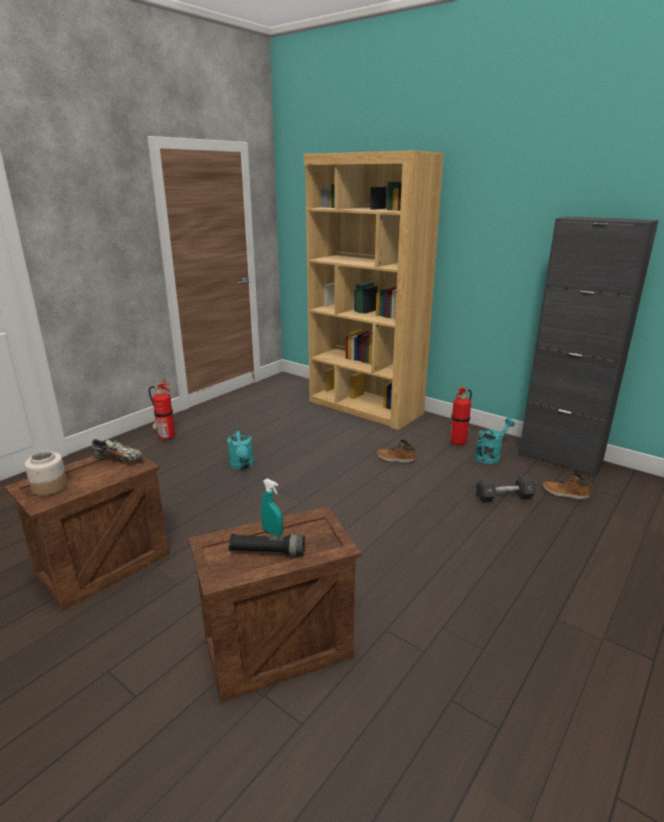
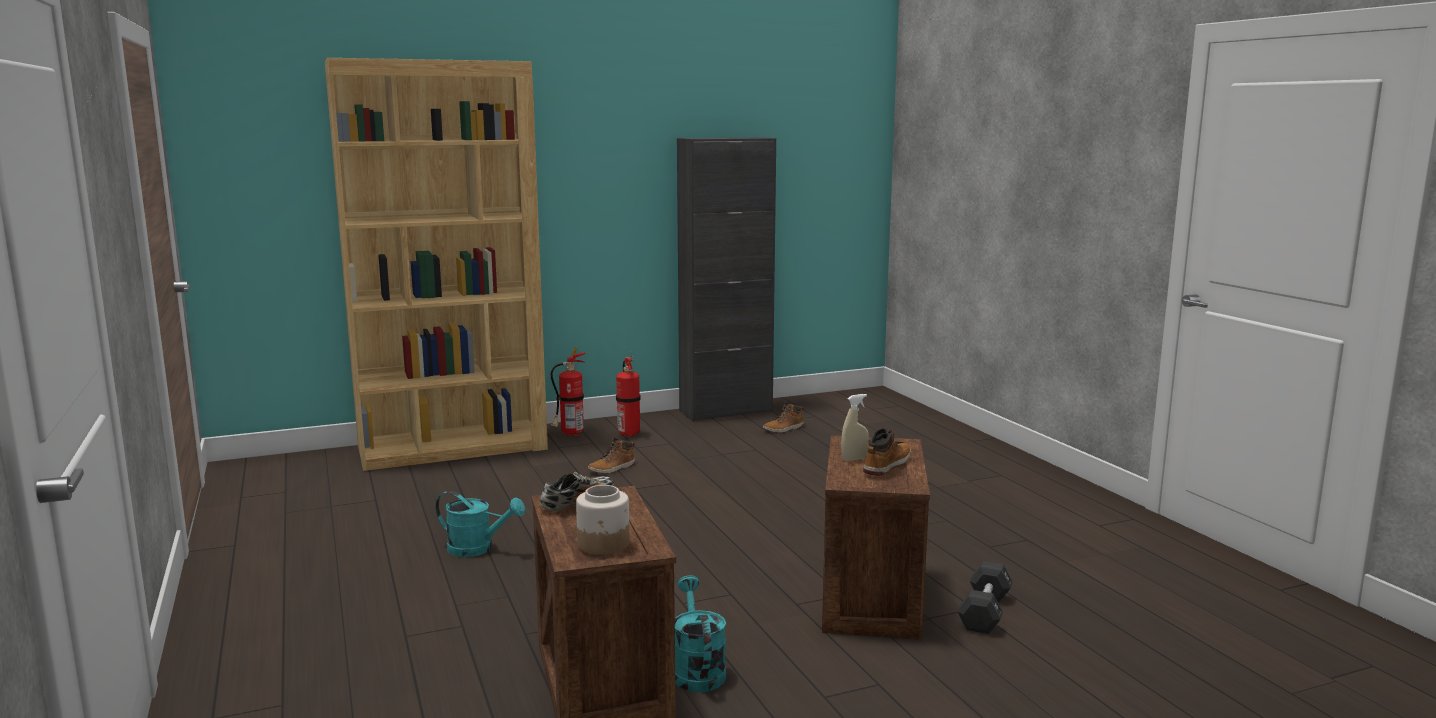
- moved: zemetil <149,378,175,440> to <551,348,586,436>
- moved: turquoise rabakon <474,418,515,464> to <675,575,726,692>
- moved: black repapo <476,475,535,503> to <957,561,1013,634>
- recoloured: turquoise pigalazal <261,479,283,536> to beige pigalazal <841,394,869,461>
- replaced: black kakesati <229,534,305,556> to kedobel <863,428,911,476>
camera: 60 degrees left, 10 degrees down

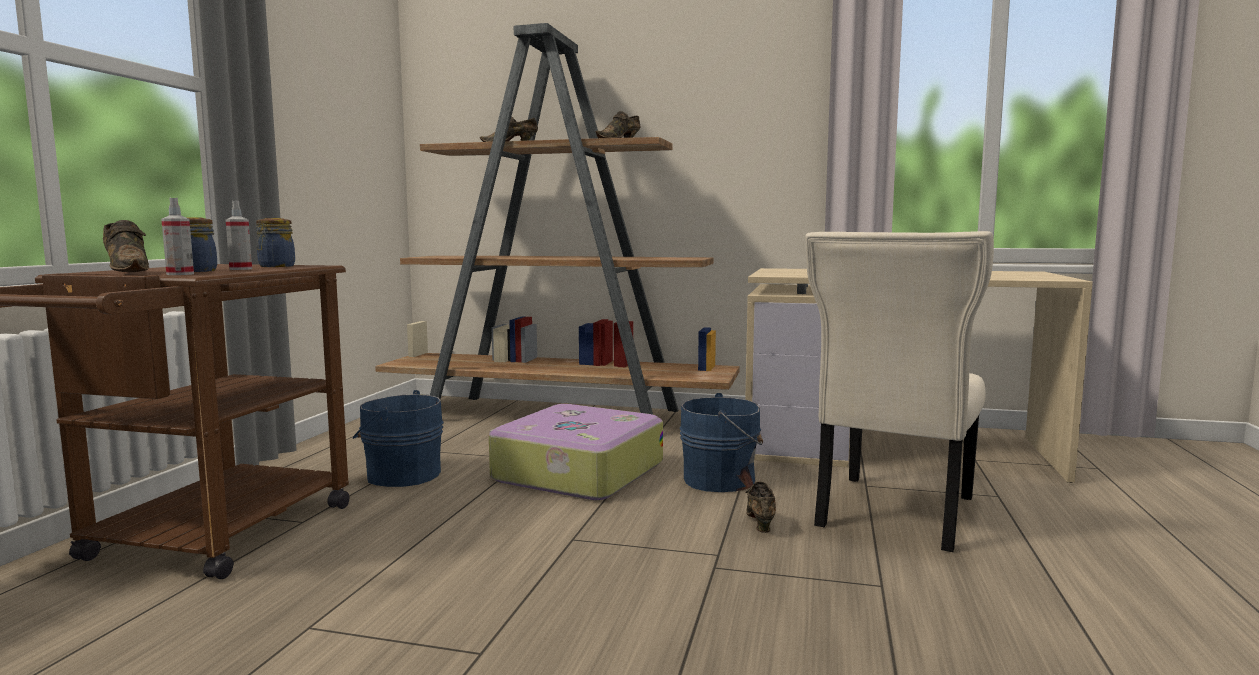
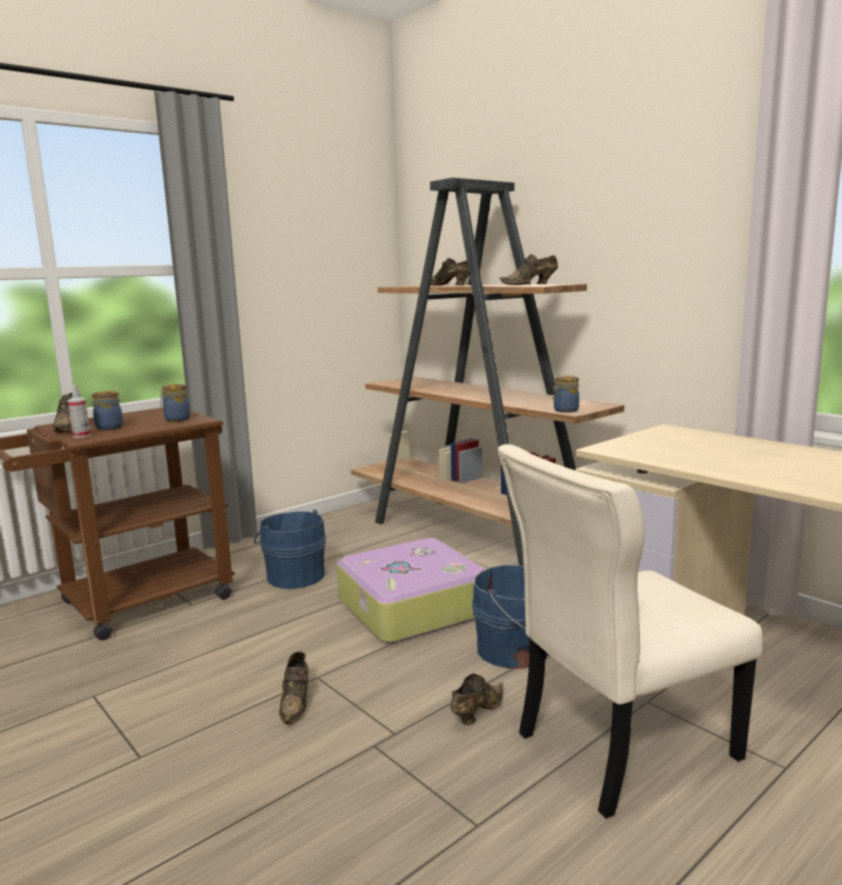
- removed: pigalazal <225,200,252,270>
- added: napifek <553,376,579,413>
- added: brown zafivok <279,651,309,724>
camera: 35 degrees right, 5 degrees up

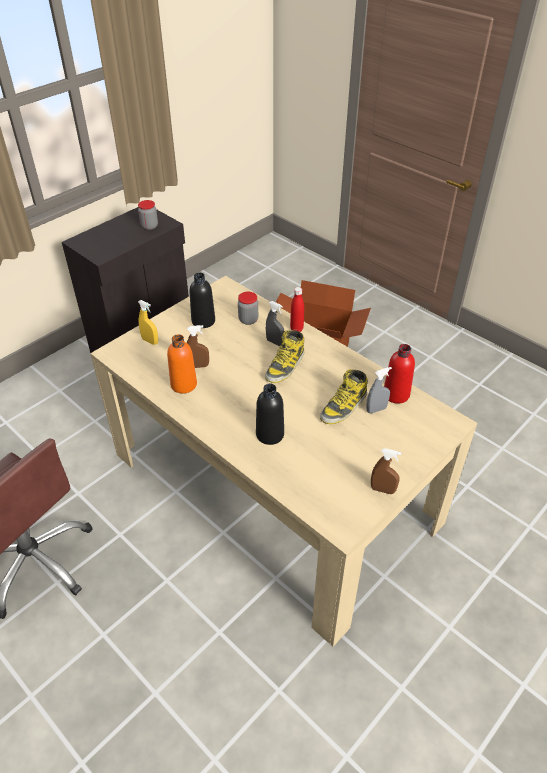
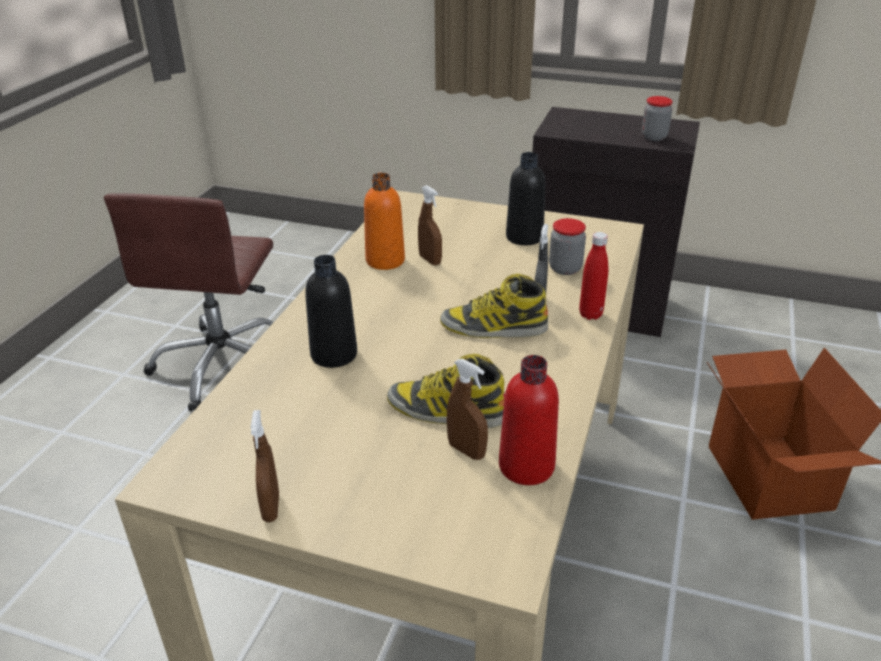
- removed: yellow pigalazal <138,300,158,345>
- recoloured: grey pigalazal <366,367,392,413> to brown pigalazal <447,359,488,460>
camera: 65 degrees right, 10 degrees down

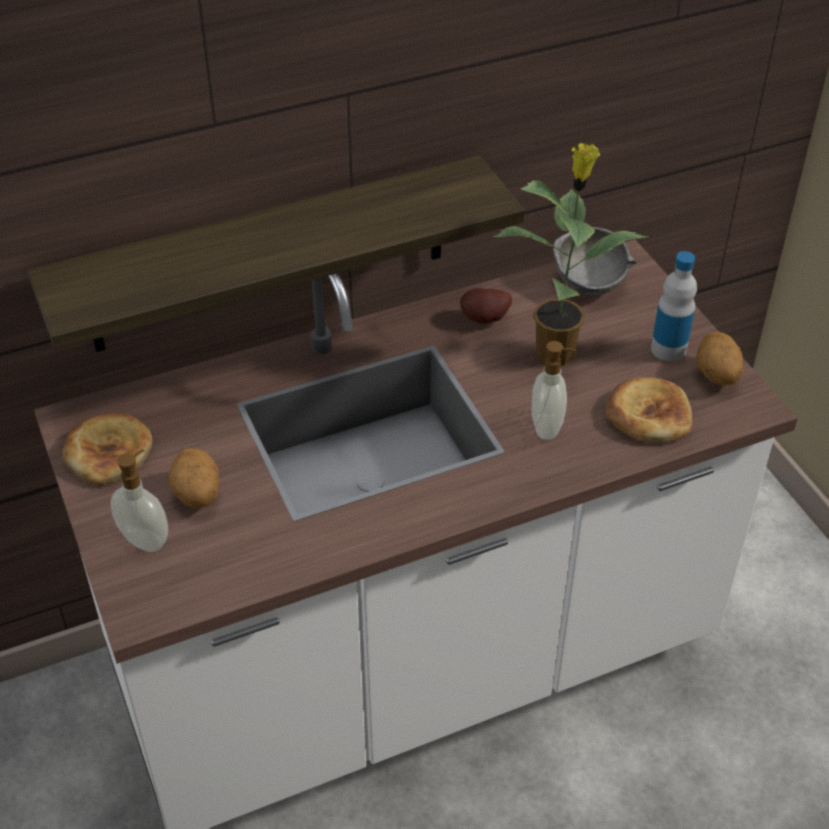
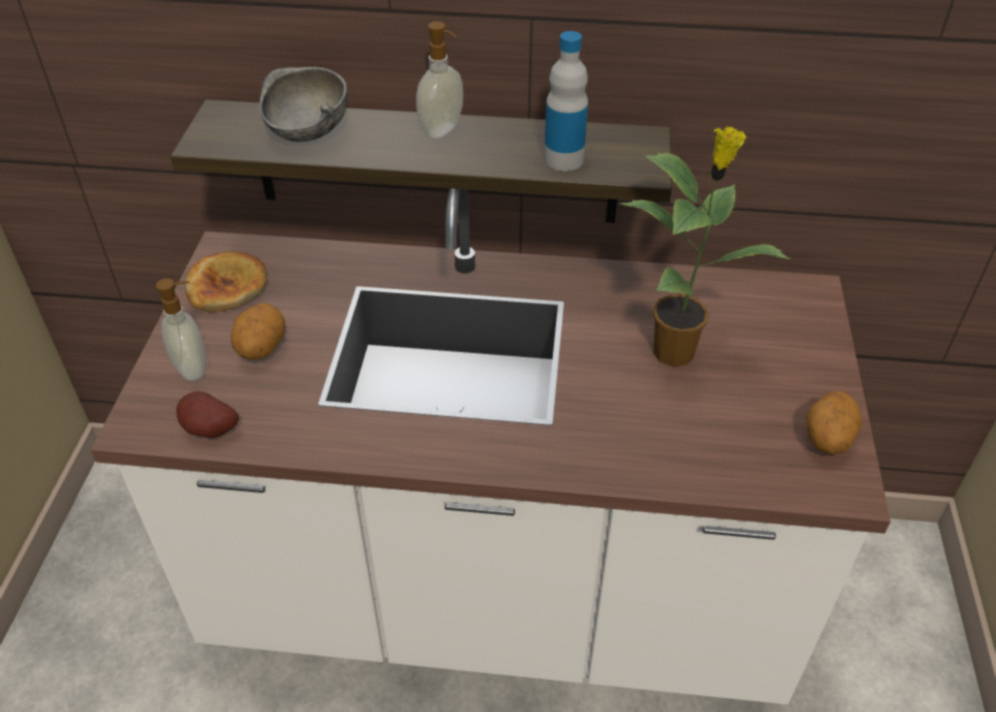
- moved: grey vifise <553,227,637,296> to <260,67,348,142>
- moved: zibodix <651,251,697,362> to <544,31,588,171>
- moved: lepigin <460,288,512,324> to <176,391,239,438>
- moved: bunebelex <532,341,576,440> to <416,22,463,139>
- removed: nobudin <606,377,692,443>
camera: 30 degrees right, 0 degrees up

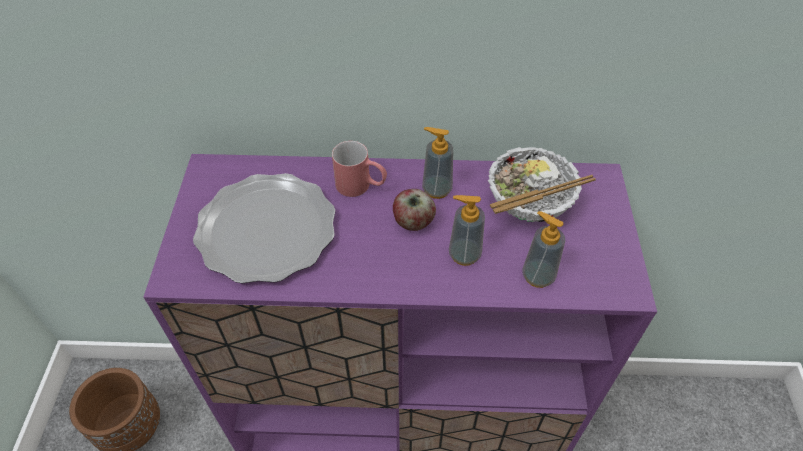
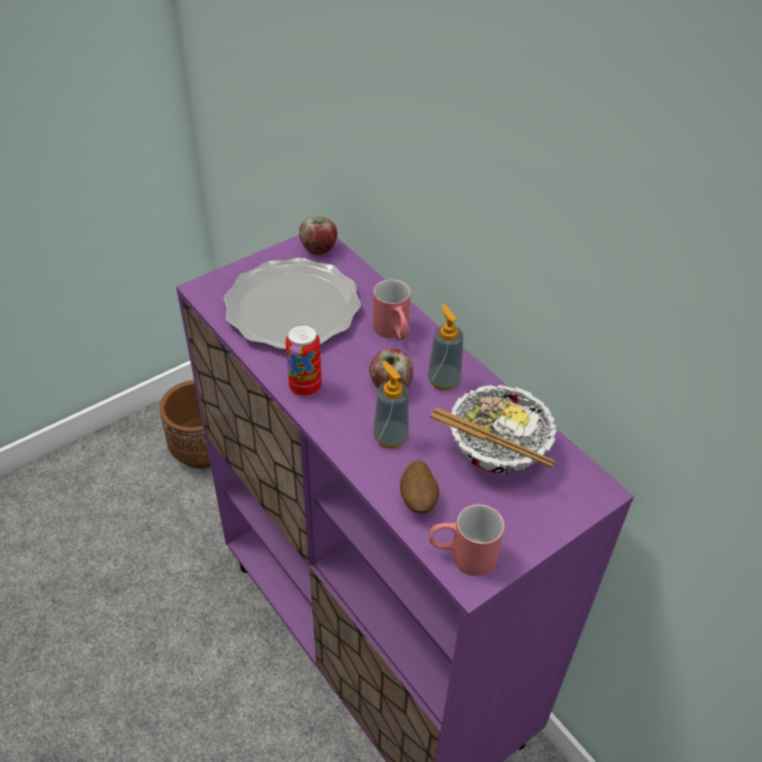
- replaced: bunebelex <522,211,565,288> to lepigin <400,460,439,514>
- added: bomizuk <299,217,337,255>
- added: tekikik <286,324,322,397>
- added: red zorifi <429,504,504,576>
camera: 50 degrees right, 5 degrees down

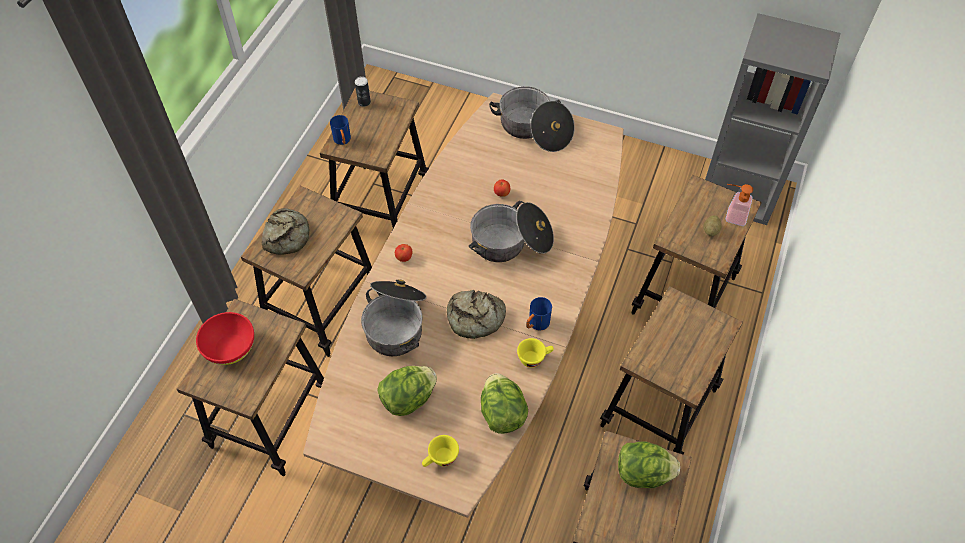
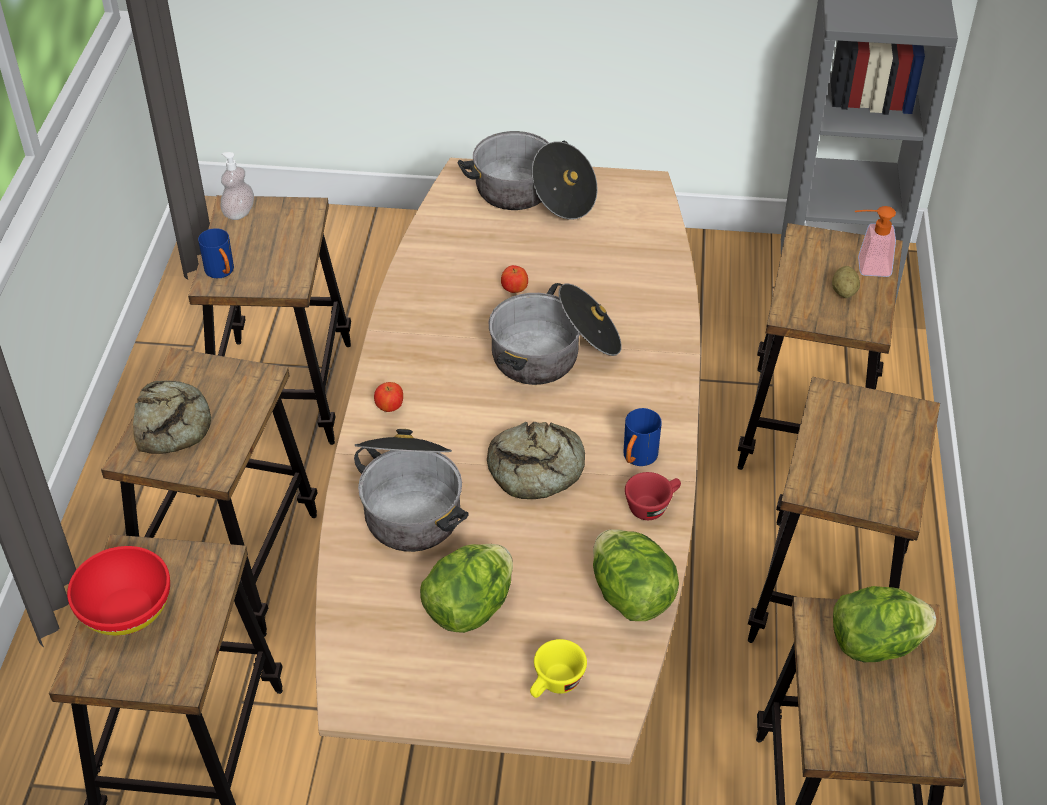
- replaced: tekikik <355,76,371,107> to bunebelex <221,152,254,220>
- recoloured: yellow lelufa <517,338,554,368> to red lelufa <625,472,681,520>
camera: 15 degrees left, 10 degrees down

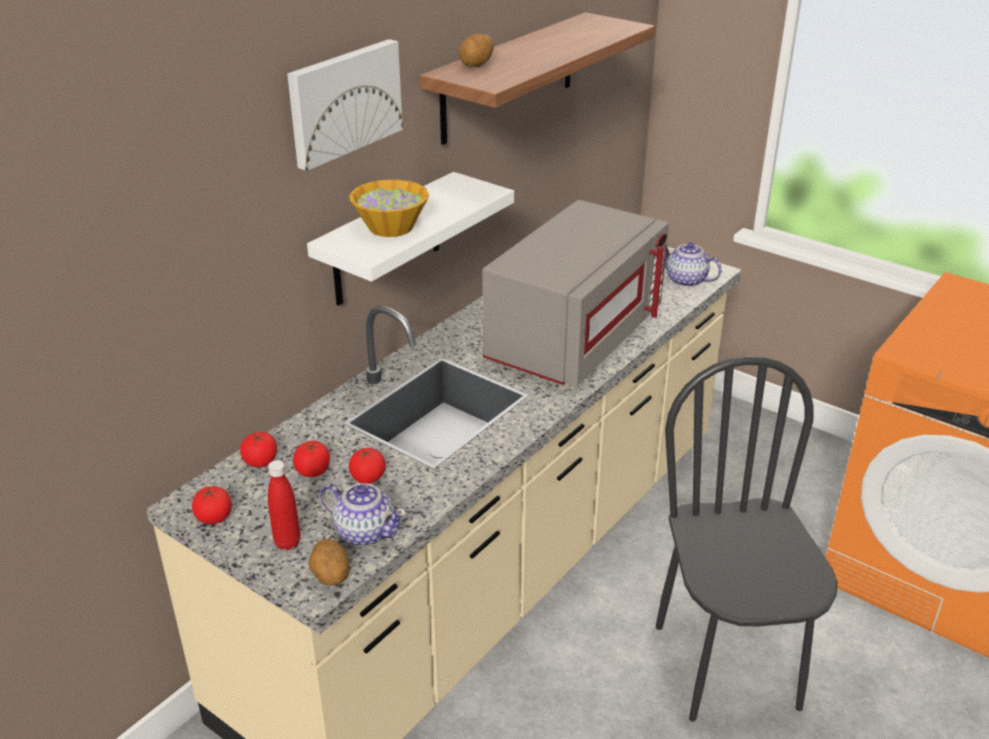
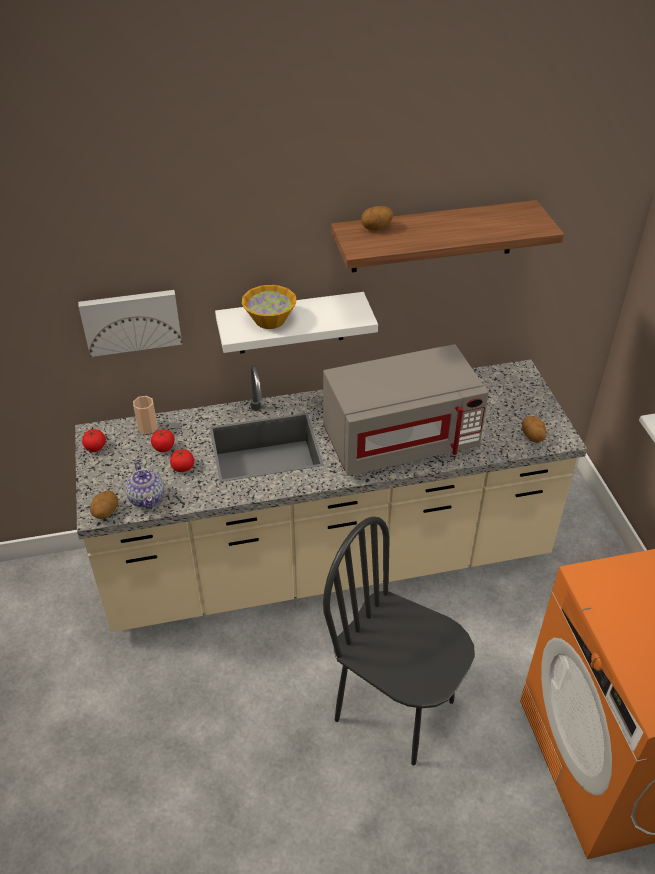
- moved: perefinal <287,39,403,171> to <78,290,182,357>
- replaced: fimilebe <665,242,722,287> to lepigin <522,416,547,443>
- turned: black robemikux <656,356,837,722> = <323,516,475,765> 90 degrees counterclockwise
- replaced: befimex <240,432,277,467> to lelufa <133,396,158,434>
- removed: red zibodix <268,460,300,550>
camera: 40 degrees right, 10 degrees up

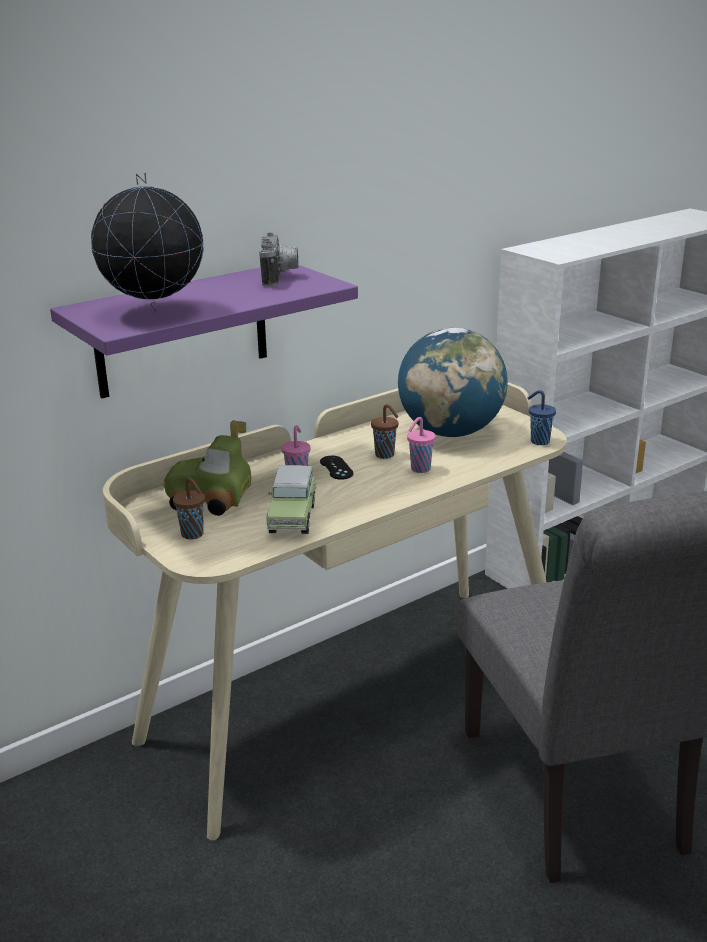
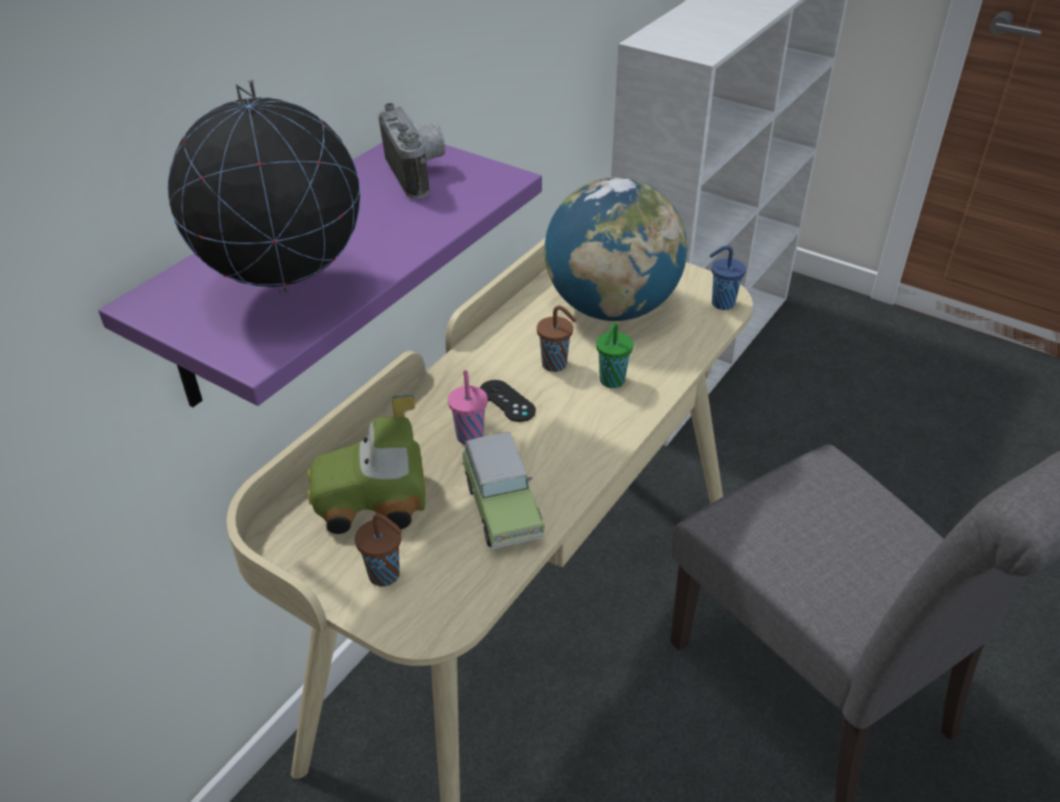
- recoloured: pink lelufa <407,417,435,473> to green lelufa <596,322,633,388>
camera: 20 degrees left, 15 degrees up

